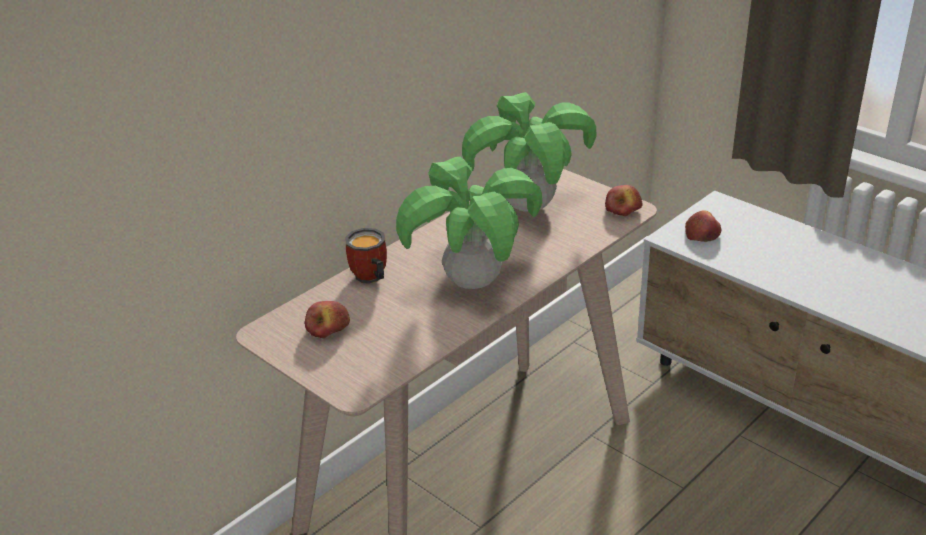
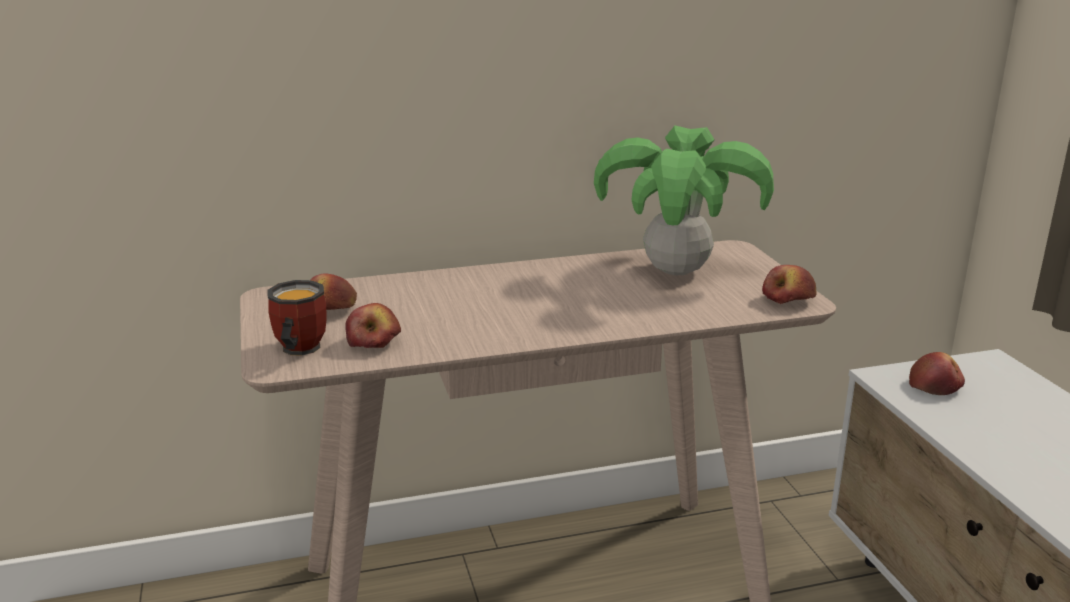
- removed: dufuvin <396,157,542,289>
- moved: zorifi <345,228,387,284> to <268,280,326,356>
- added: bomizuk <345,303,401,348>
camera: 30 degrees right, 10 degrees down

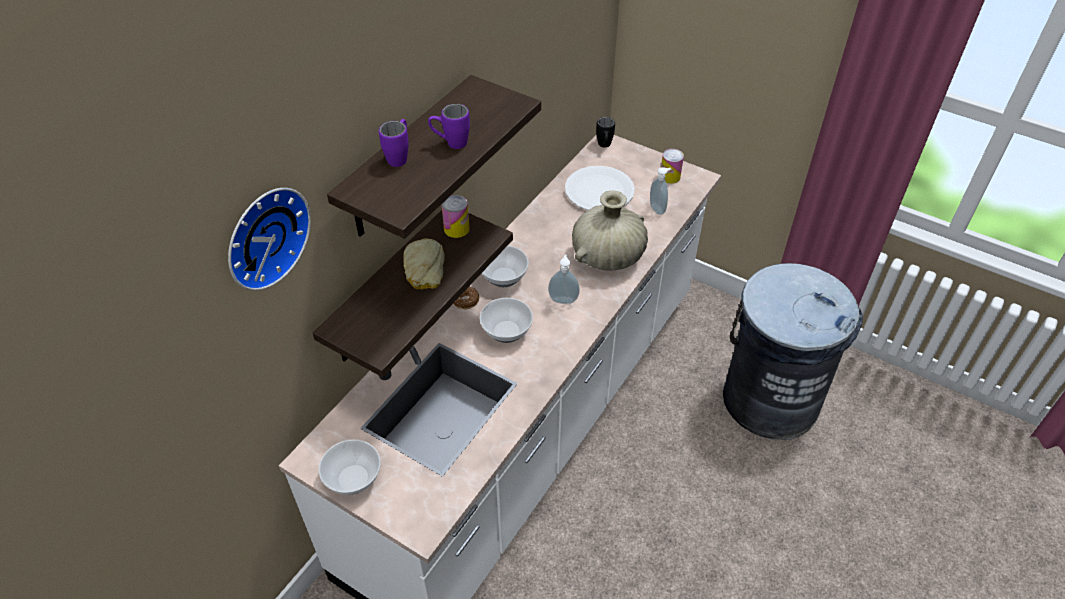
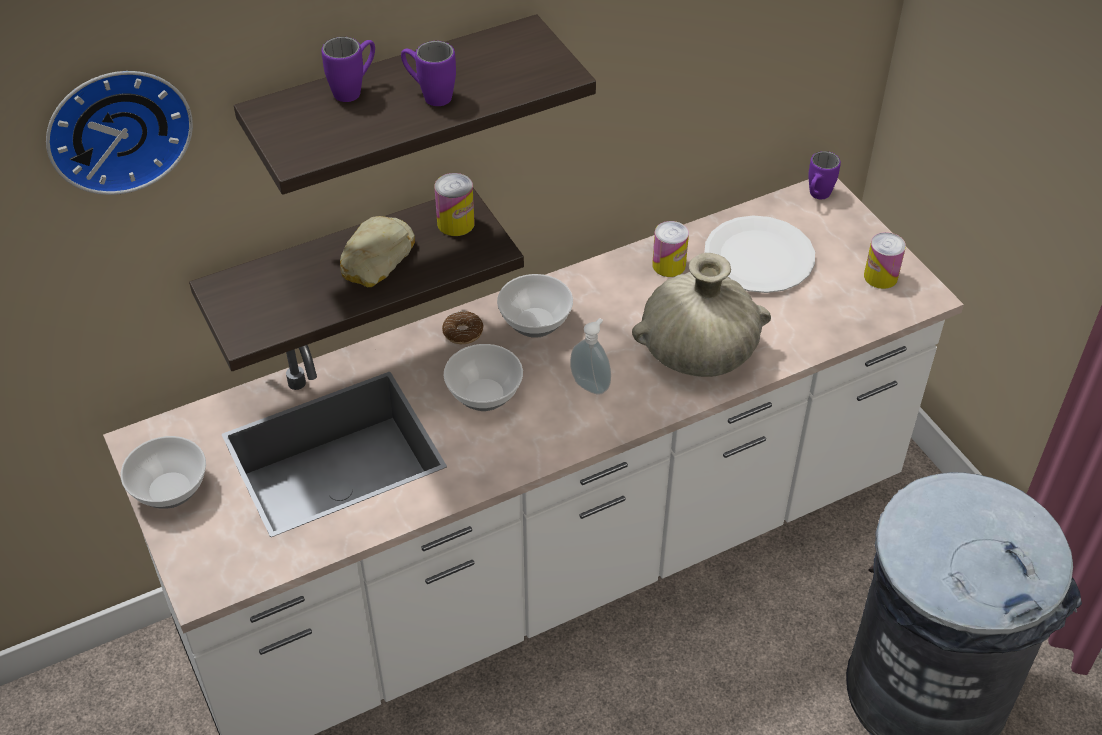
- recoloured: black zorifi <596,117,615,147> to purple zorifi <808,151,841,199>
- removed: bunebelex <650,167,671,215>
- added: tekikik <652,221,689,277>
camera: 30 degrees right, 0 degrees up

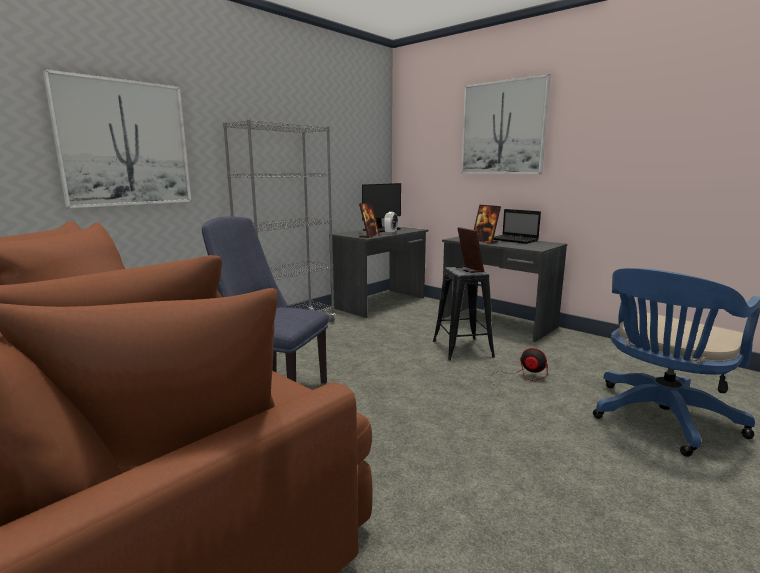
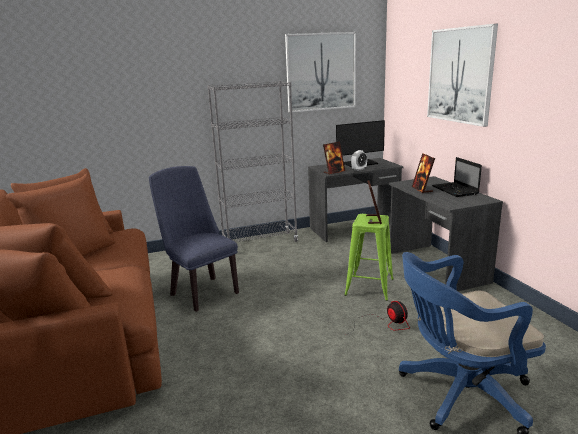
- moved: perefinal <43,69,192,208> to <285,32,356,113>
- recoloured: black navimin <433,267,495,361> to green navimin <344,214,394,301>
camera: 30 degrees right, 5 degrees up

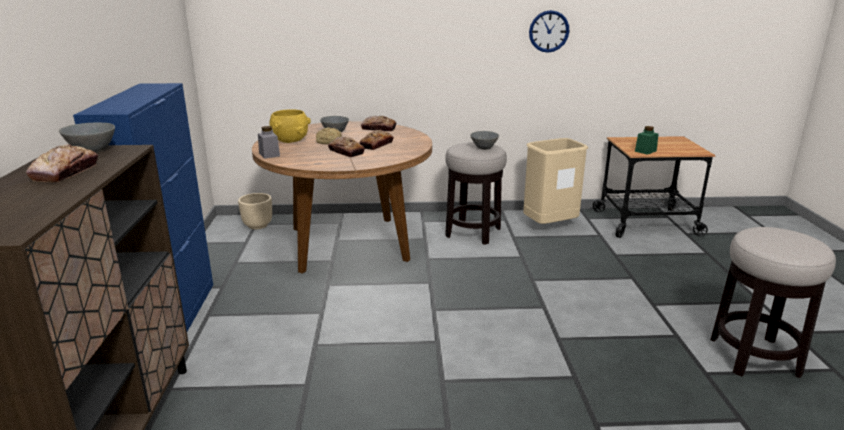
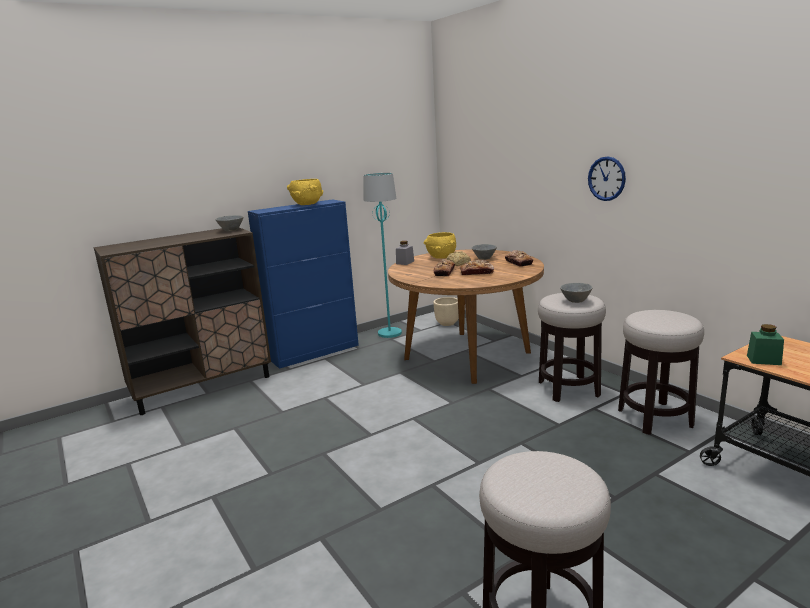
- moved: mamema <529,10,569,53> to <588,156,626,201>
- replaced: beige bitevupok <523,138,588,224> to navimin <618,310,704,435>
- removed: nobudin <26,144,98,183>
- added: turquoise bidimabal <364,173,402,338>
- added: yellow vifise <287,179,323,205>
camera: 60 degrees right, 5 degrees down

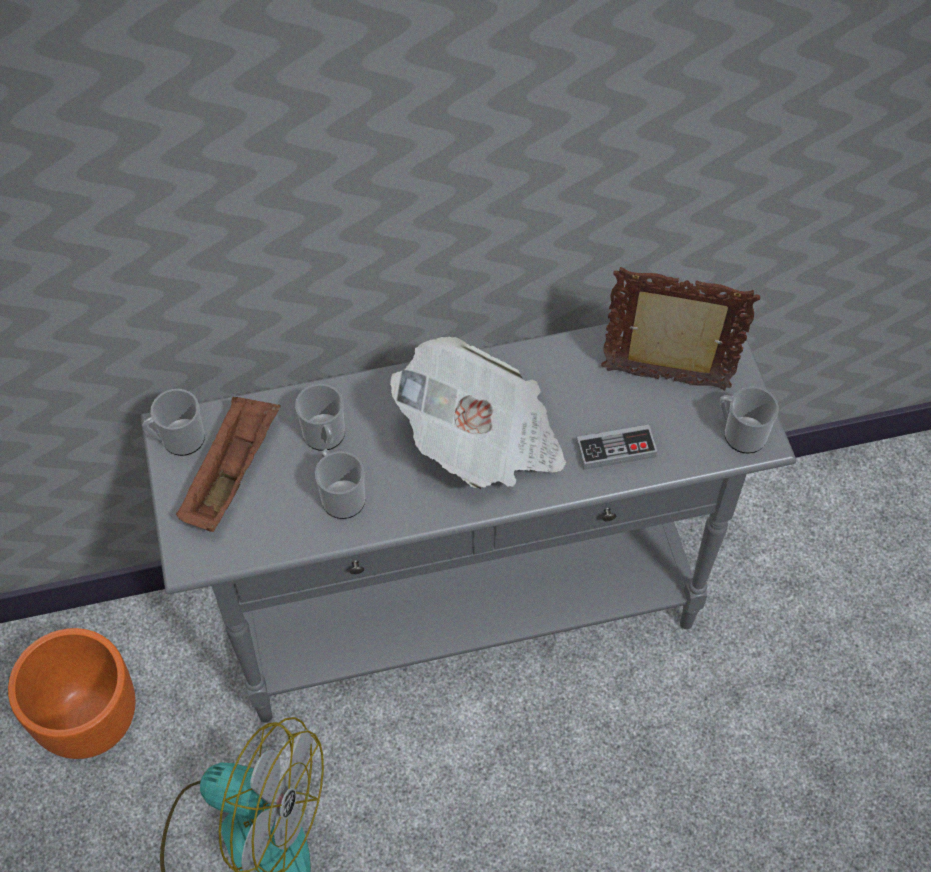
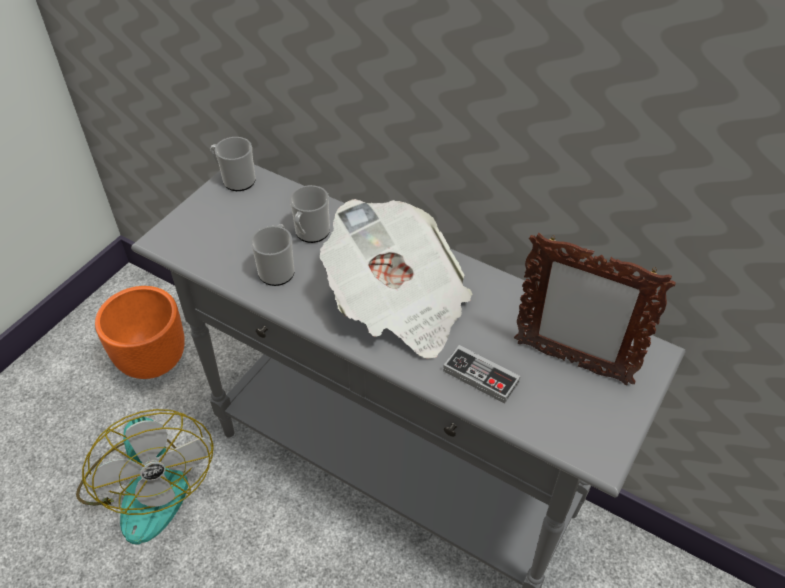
- turned: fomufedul <601,267,760,390> = <514,233,676,385> 150 degrees clockwise
- removed: zorifi <720,387,779,454>
- removed: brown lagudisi <176,397,281,532>
camera: 45 degrees right, 10 degrees down

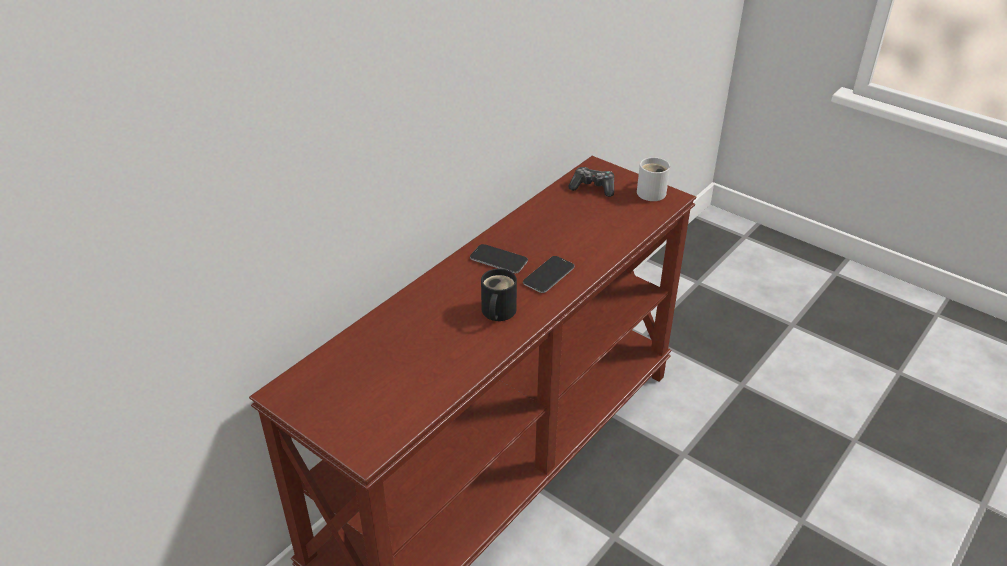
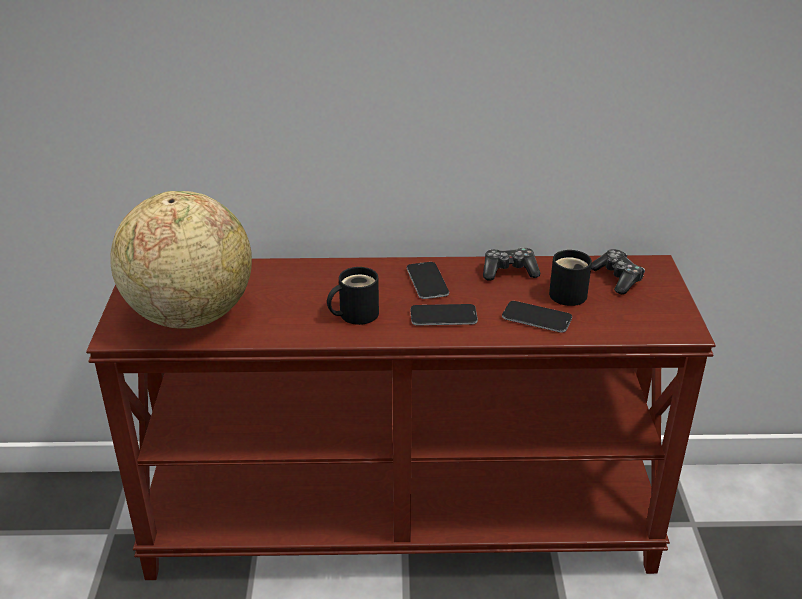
- removed: white zorifi <637,157,670,201>
- added: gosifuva <110,191,252,329>
- added: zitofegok <483,248,540,281>
- added: black zorifi <549,250,592,306>
- added: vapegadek <502,301,572,333>
camera: 50 degrees right, 5 degrees down

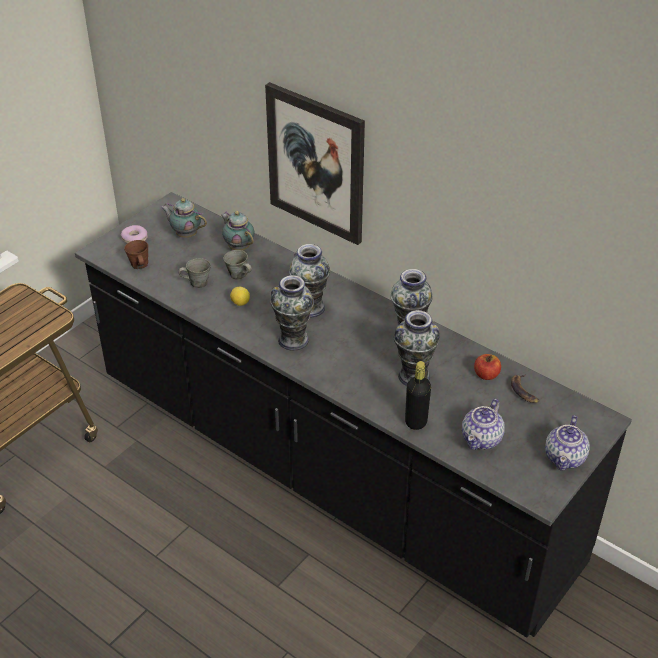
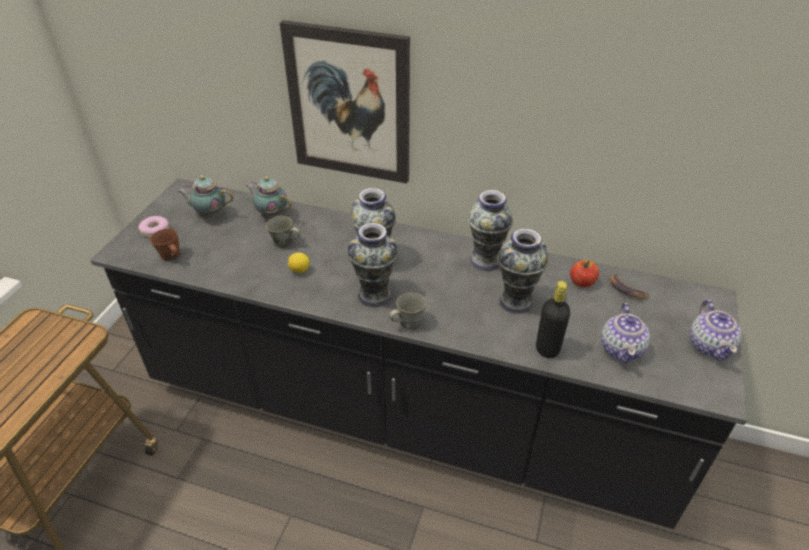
- moved: grey zorifi <178,258,211,288> to <389,293,427,330>
camera: 20 degrees left, 0 degrees up

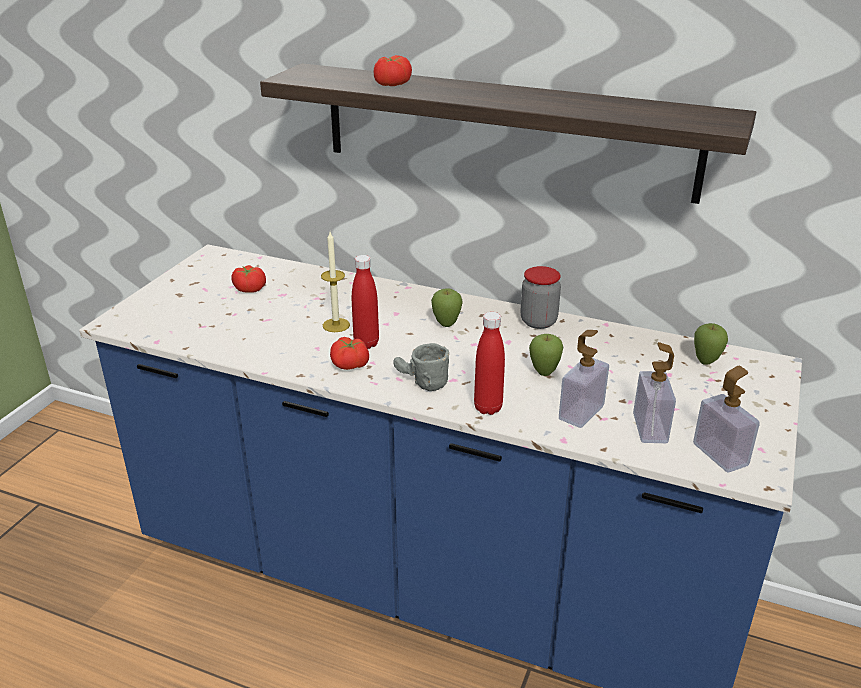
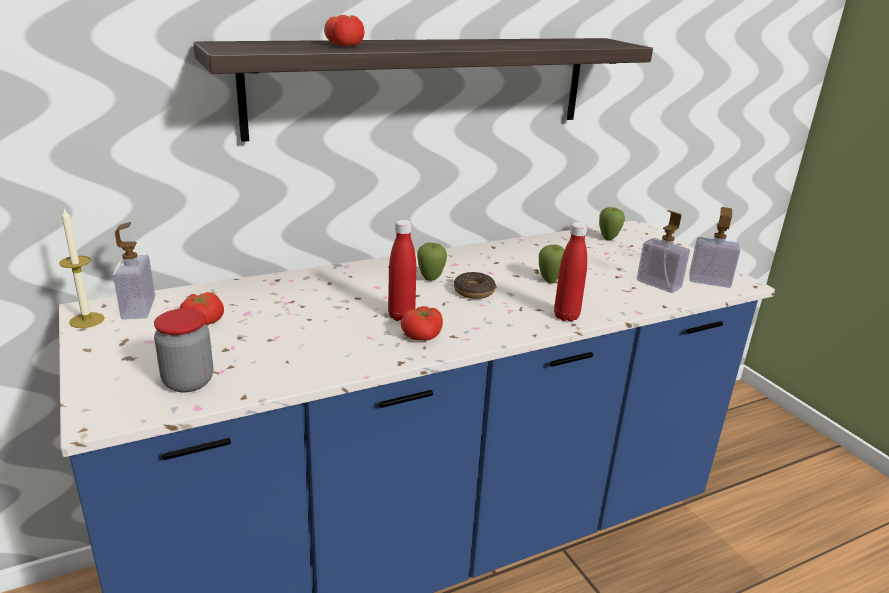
- moved: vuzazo <321,232,350,332> to <59,209,105,328>
- moved: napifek <520,266,561,329> to <154,308,213,393>
- moved: bunebelex <559,330,609,428> to <113,222,155,319>
- removed: grey zorifi <393,343,449,391>
- added: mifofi <454,272,496,299>
camera: 50 degrees left, 5 degrees down

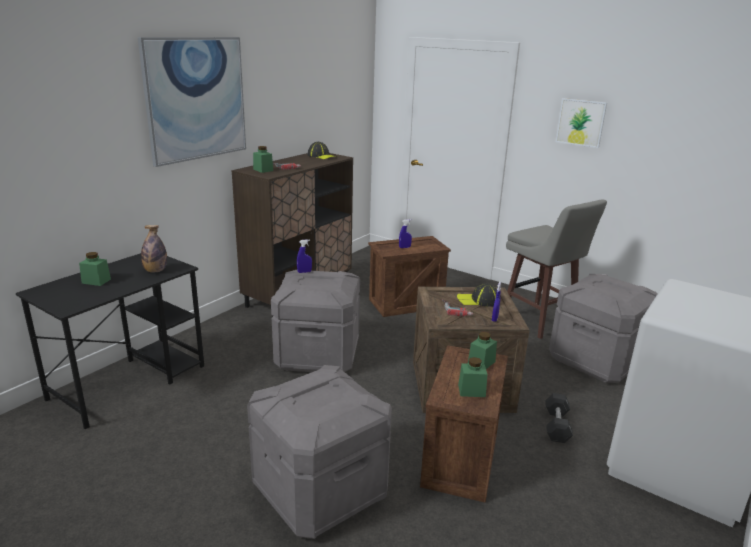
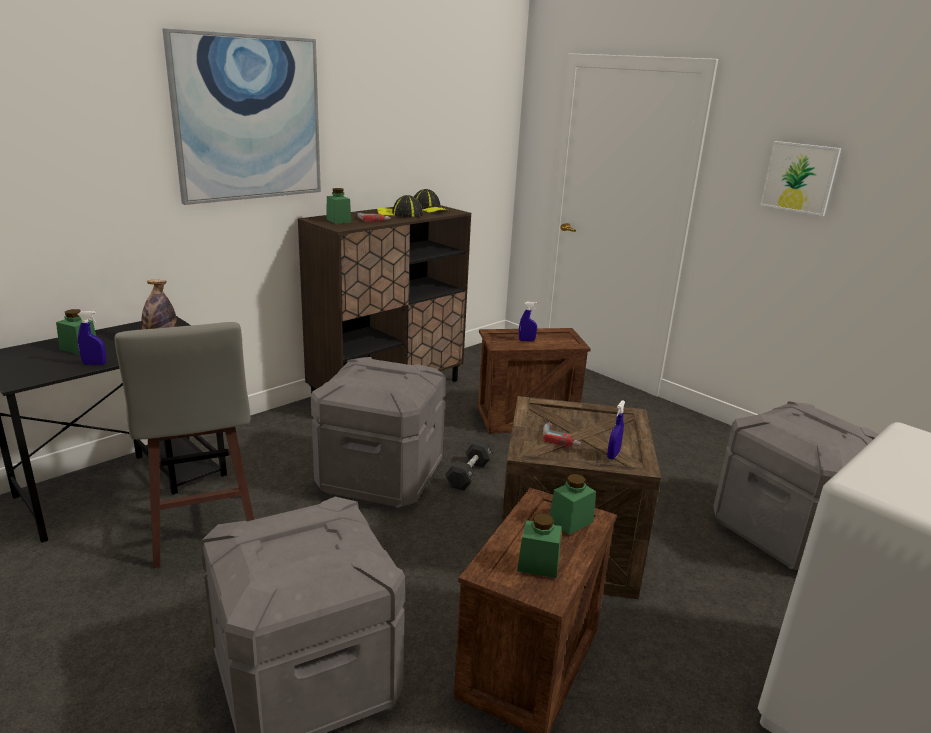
- moved: grey navimin <506,200,607,339> to <115,322,254,568>
- moved: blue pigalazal <297,239,312,273> to <77,311,106,365>
- moved: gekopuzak <457,283,497,307> to <377,195,423,218>
- moved: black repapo <545,393,573,443> to <445,439,494,491>
camera: 10 degrees right, 0 degrees up

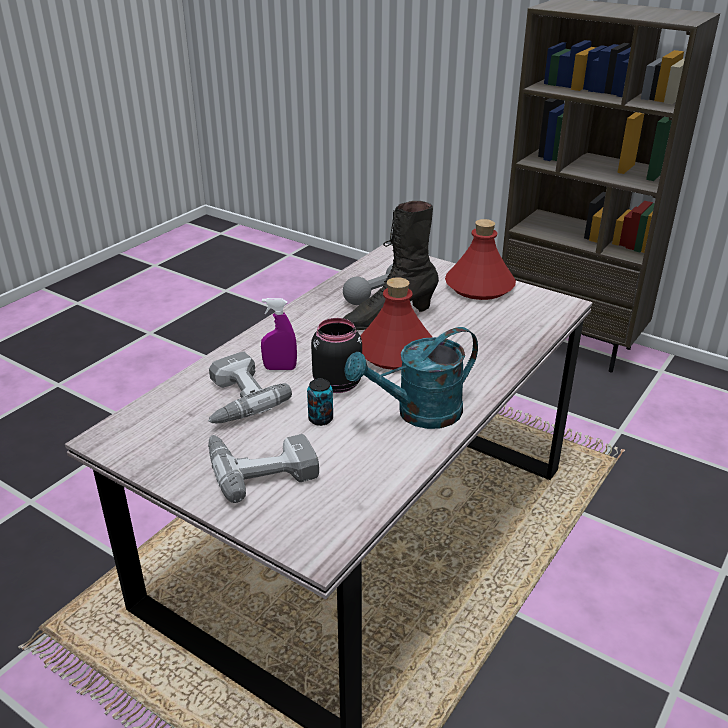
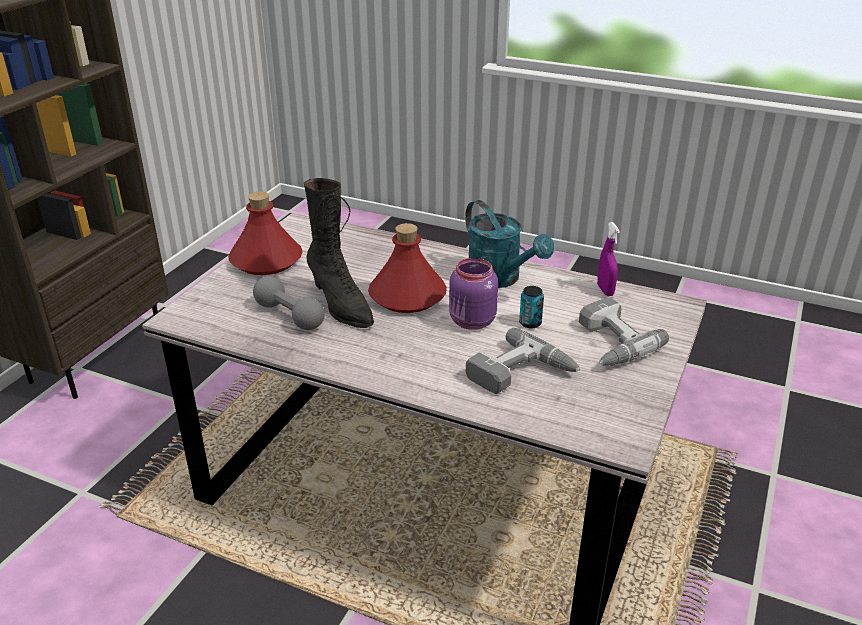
- moved: purple pigalazal <261,298,297,370> to <597,222,620,296>
- recoloured: black napifek <311,318,362,393> to purple napifek <449,258,498,330>
camera: 100 degrees left, 0 degrees up

